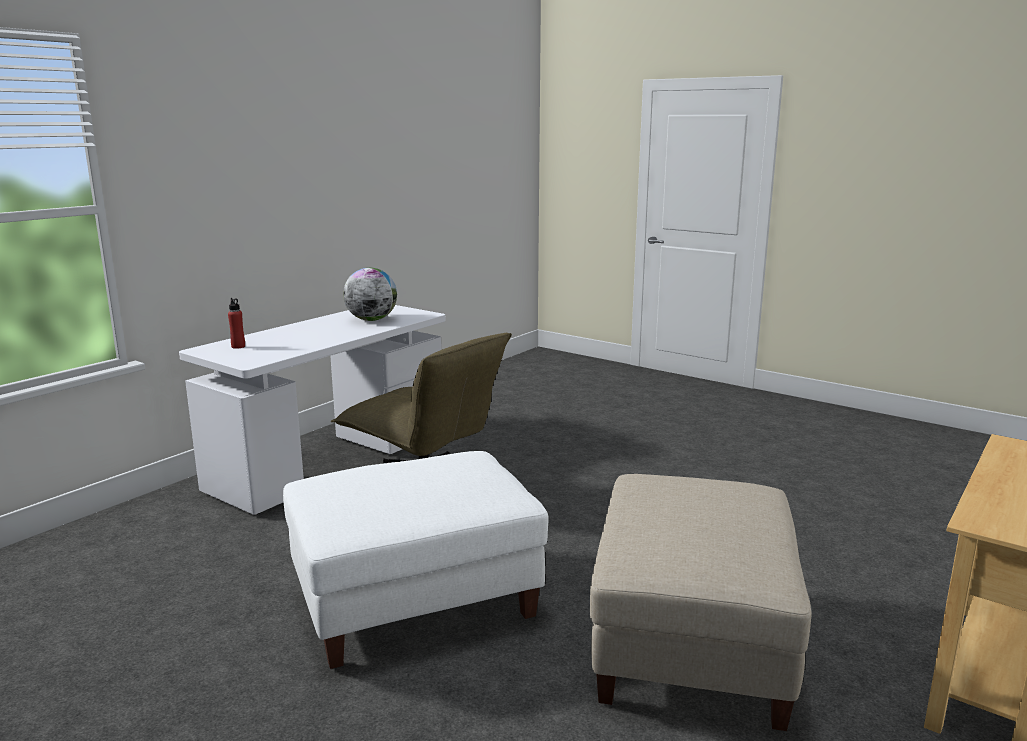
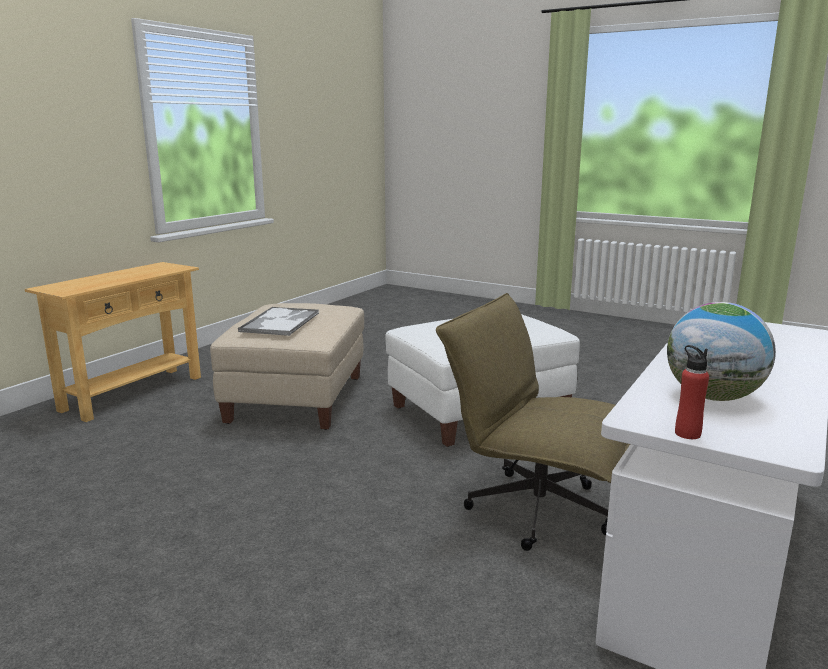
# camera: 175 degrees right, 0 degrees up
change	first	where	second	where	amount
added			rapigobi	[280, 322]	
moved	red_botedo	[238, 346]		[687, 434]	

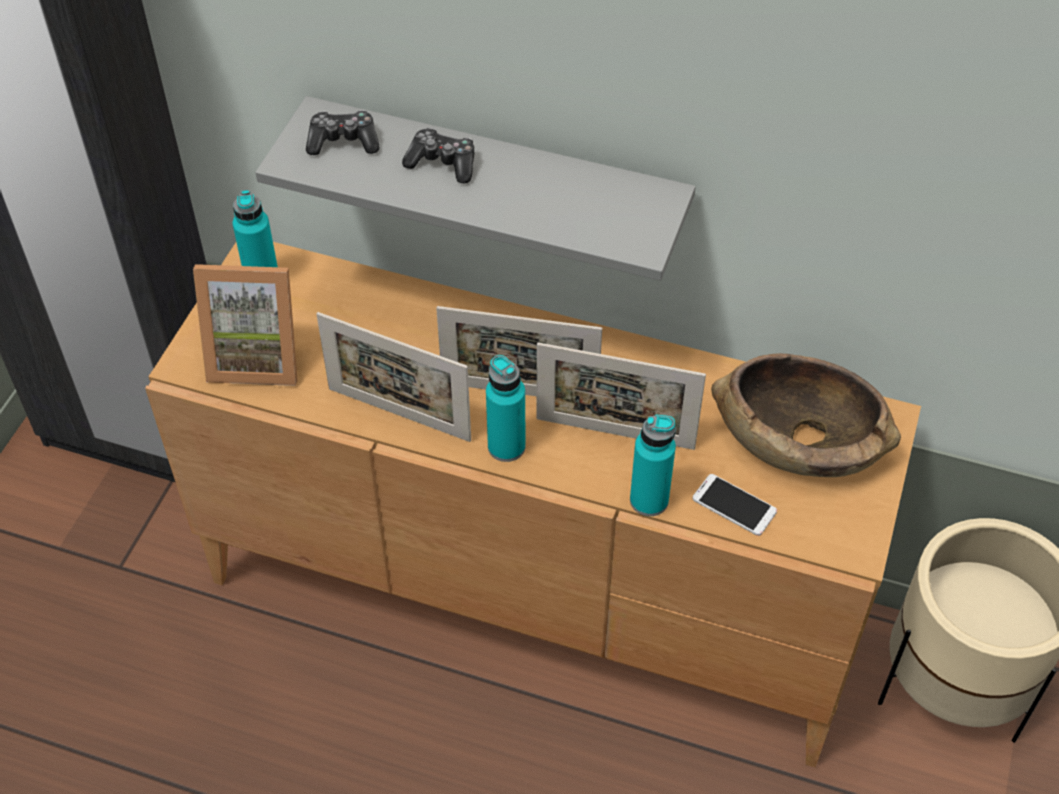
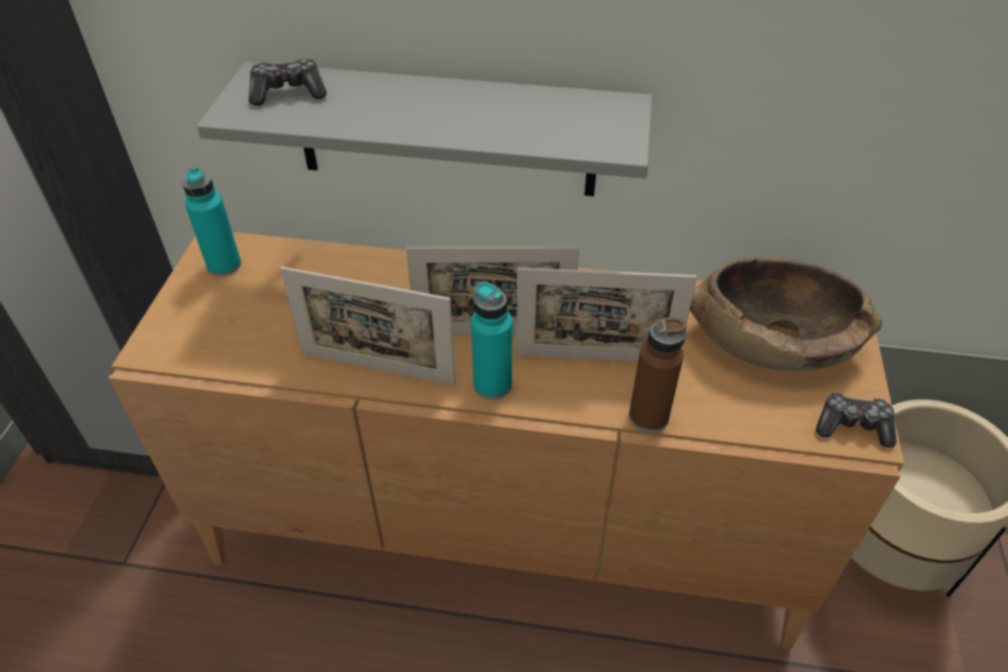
# camera: 10 degrees left, 5 degrees down
change	first	where	second	where	amount
recoloured	turquoise_botedo	[649, 500]	brown_botedo	[648, 417]	
moved	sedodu	[443, 163]		[853, 426]	
removed	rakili	[257, 356]			
removed	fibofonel	[734, 505]			

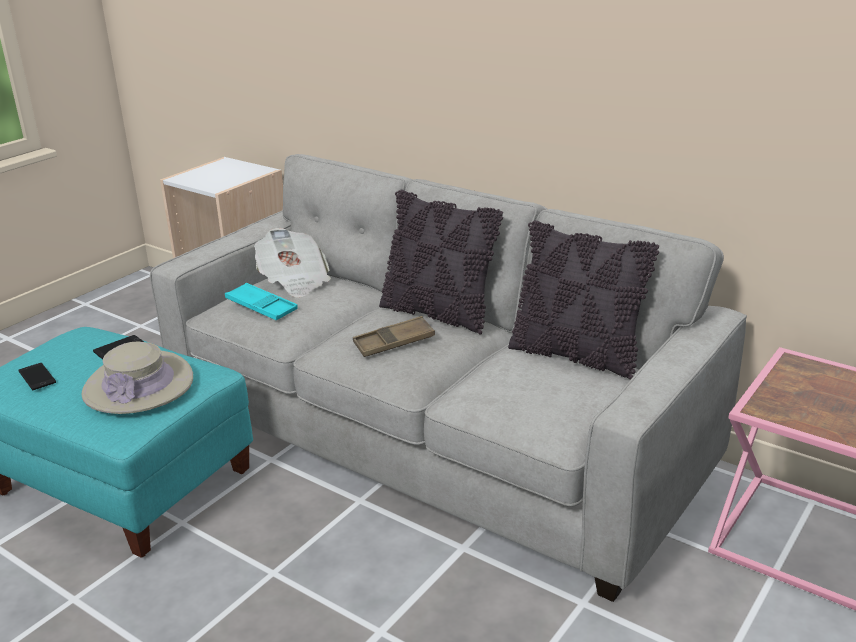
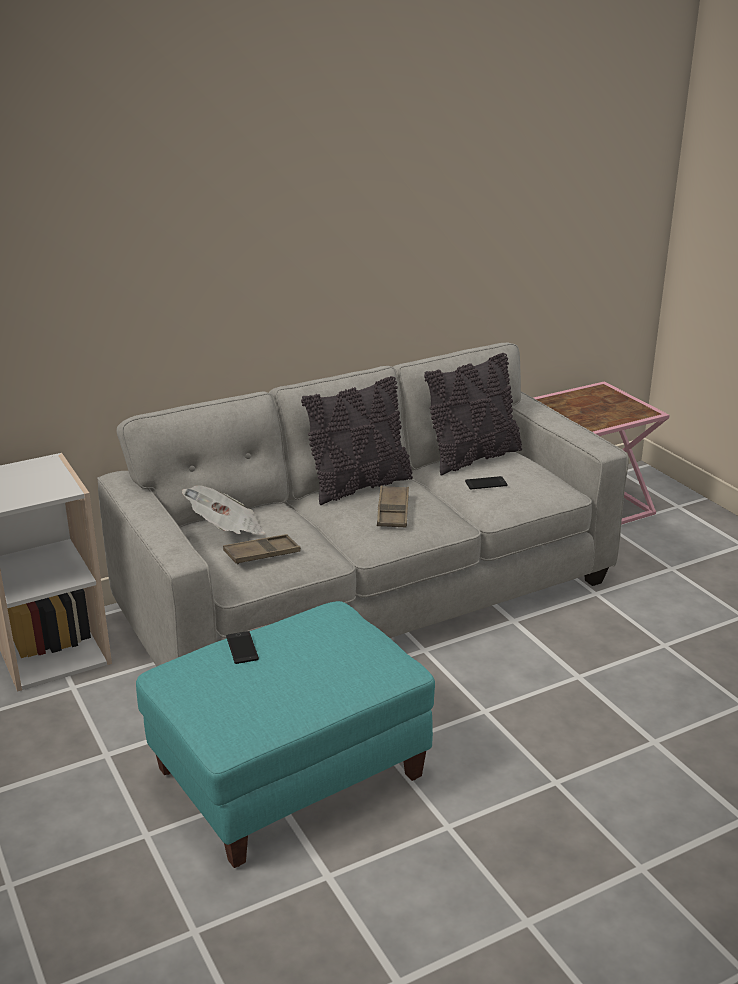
# camera: 65 degrees left, 0 degrees up
change	first	where	second	where	amount
recoloured	turquoise_rapigobi	[261, 307]	brown_rapigobi	[262, 554]	
moved	fibofonel	[37, 377]		[486, 483]	
removed	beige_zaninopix	[138, 385]			

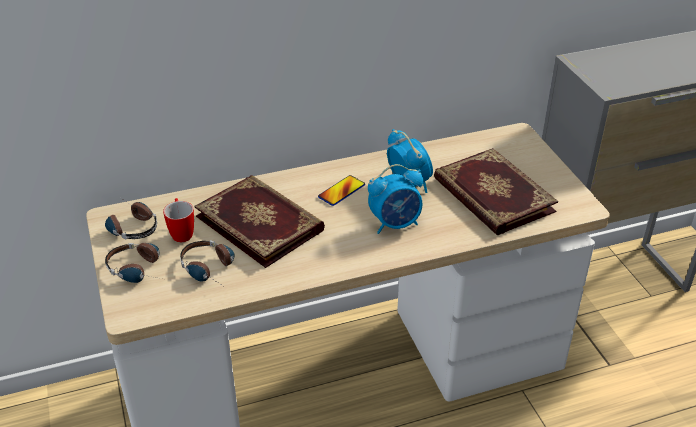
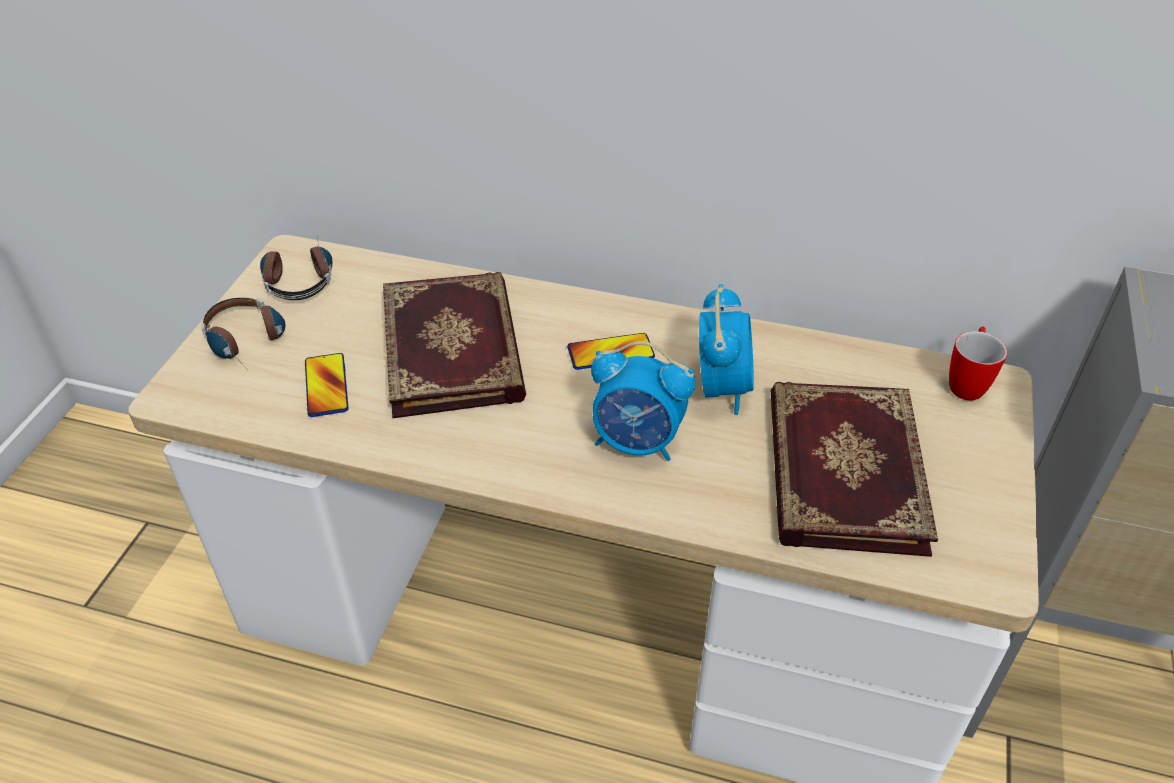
# camera: 35 degrees right, 5 degrees up
change	first	where	second	where	amount
replaced	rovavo	[212, 269]	fibofonel	[326, 386]	
moved	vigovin	[181, 232]		[967, 383]	

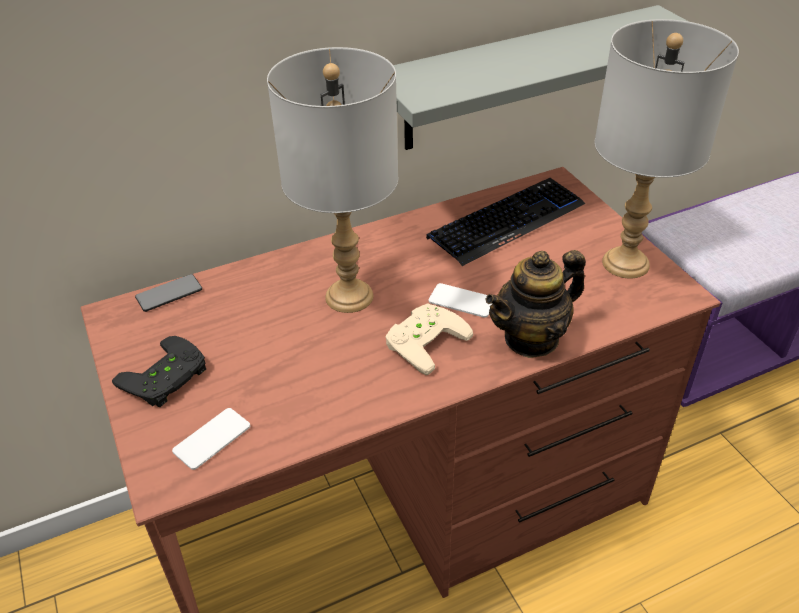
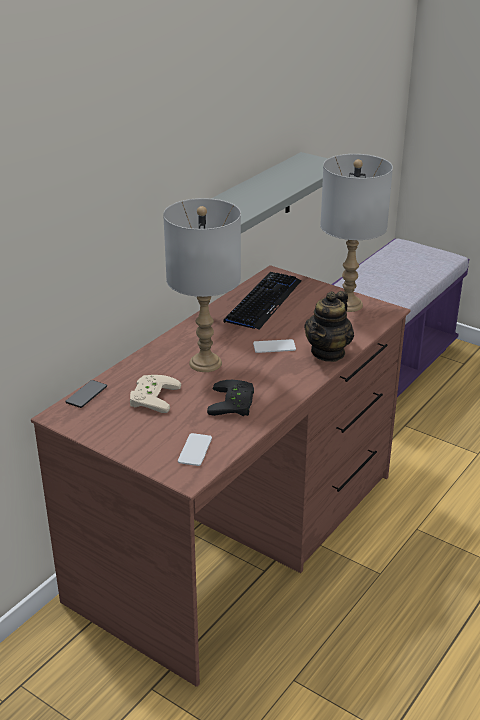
# camera: 30 degrees left, 10 degrees down
change	first	where	second	where	amount
moved	beige_sedodu	[423, 339]		[151, 397]	
moved	black_sedodu	[167, 379]		[235, 403]	

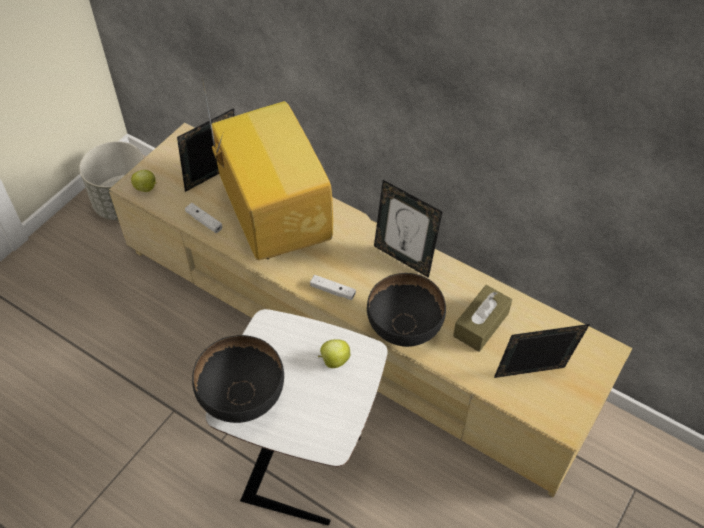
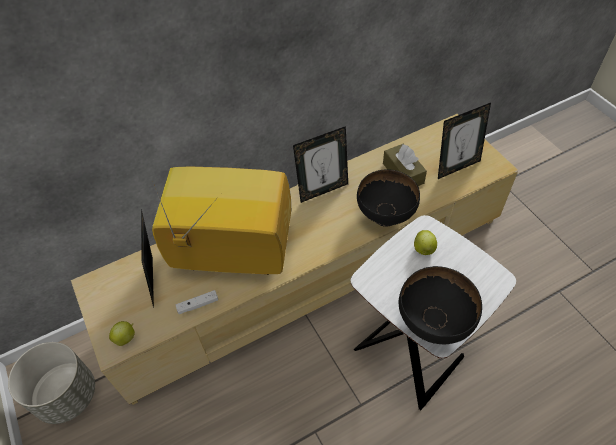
# camera: 60 degrees left, 0 degrees up
change	first	where	second	where	amount
turned	rakili	[531, 378]		[456, 167]	135 degrees counterclockwise
removed	white_sedodu	[332, 291]			

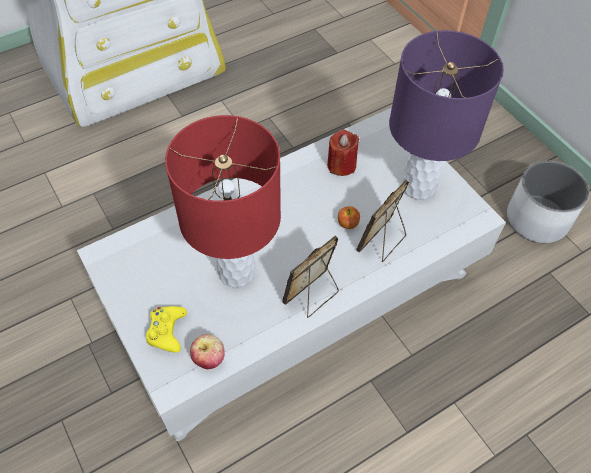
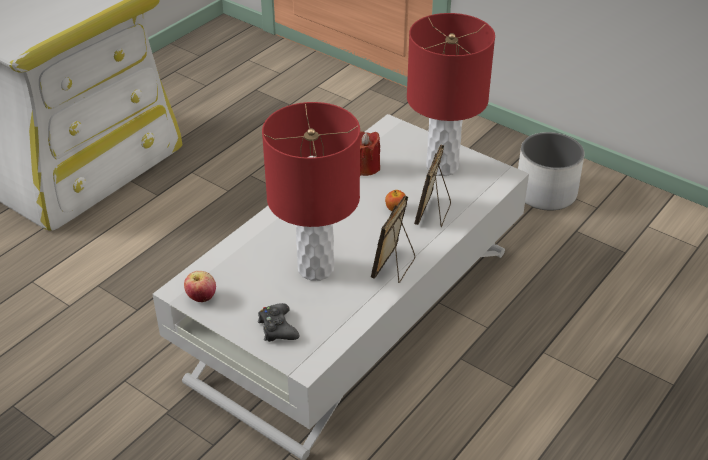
# camera: 20 degrees left, 15 degrees down
change	first	where	second	where	amount
moved	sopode	[209, 359]		[201, 297]	
recoloured	yellow_sedodu	[166, 331]	black_sedodu	[277, 328]	
recoloured	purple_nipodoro	[417, 187]	red_nipodoro	[441, 167]	

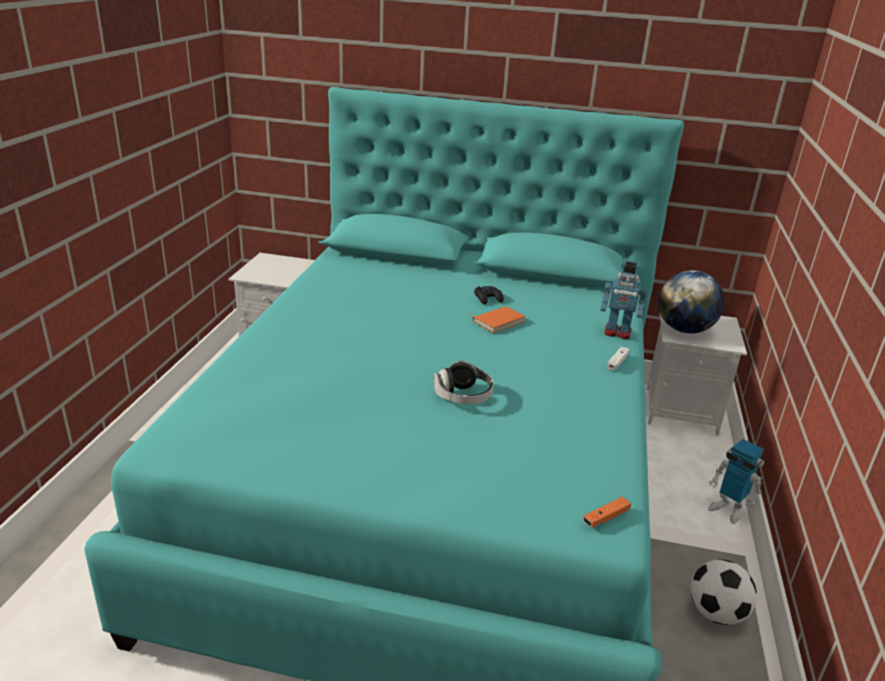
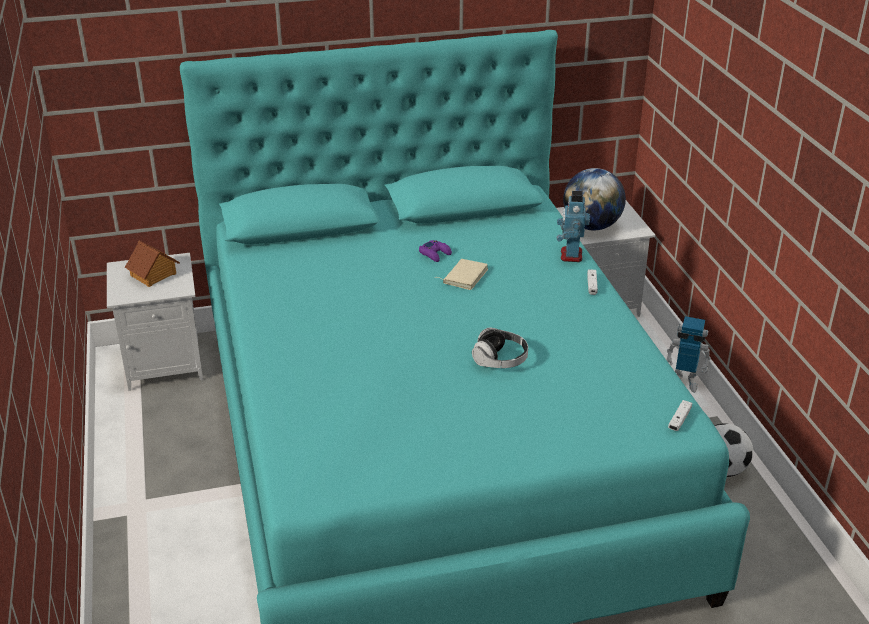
# camera: 25 degrees left, 5 degrees up
change	first	where	second	where	amount
added			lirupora	[154, 275]	
recoloured	black_sedodu	[488, 298]	purple_sedodu	[435, 254]	
recoloured	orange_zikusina	[497, 321]	beige_zikusina	[464, 276]	
turned	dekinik	[617, 333]		[570, 255]	105 degrees clockwise
recoloured	orange_sedodu	[606, 518]	white_sedodu	[679, 420]	

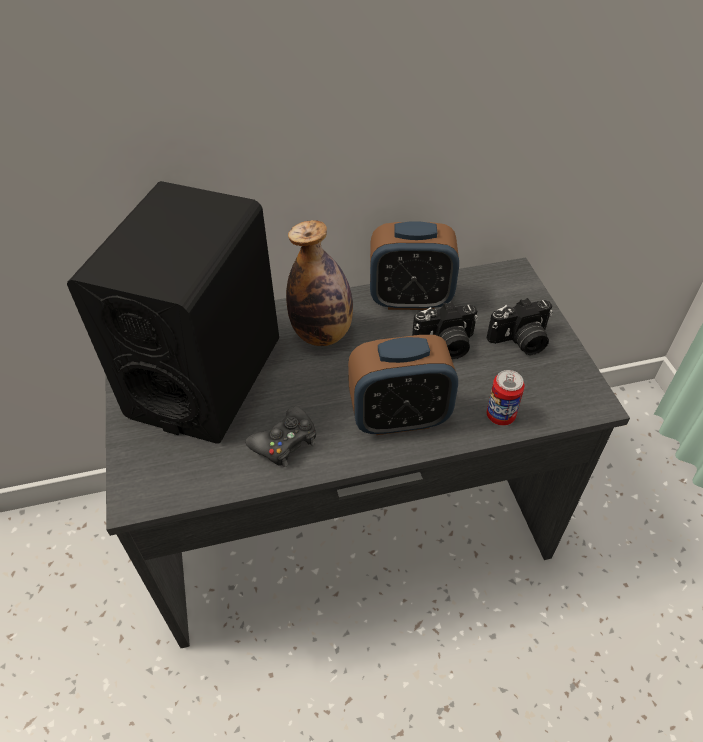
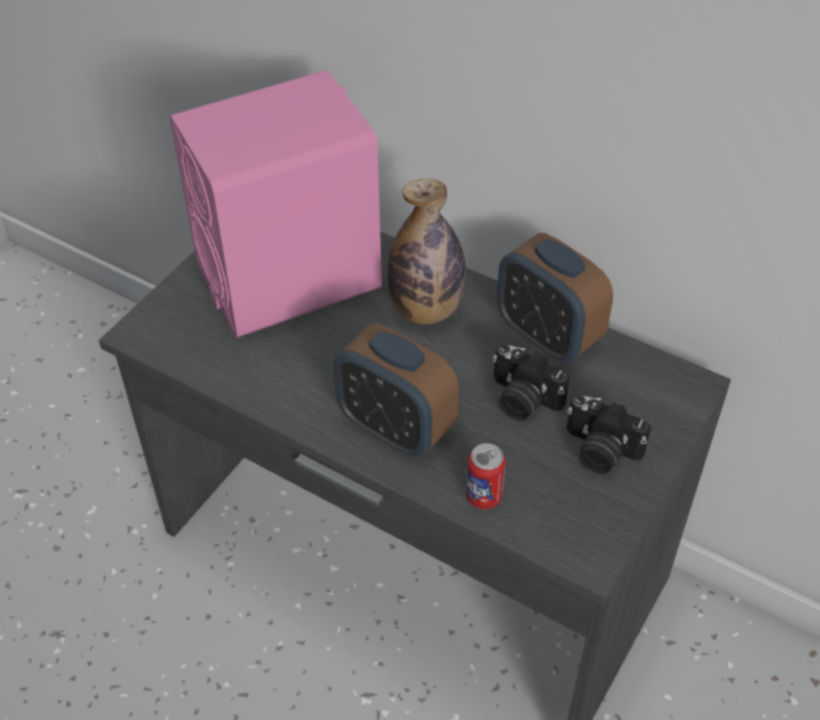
# camera: 45 degrees right, 0 degrees up
change	first	where	second	where	amount
recoloured	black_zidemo	[206, 377]	pink_zidemo	[290, 278]	
removed	black_sedodu	[285, 442]			

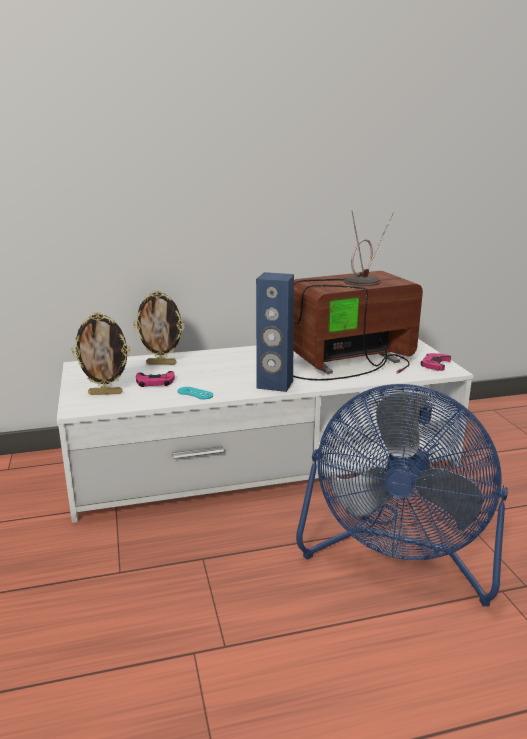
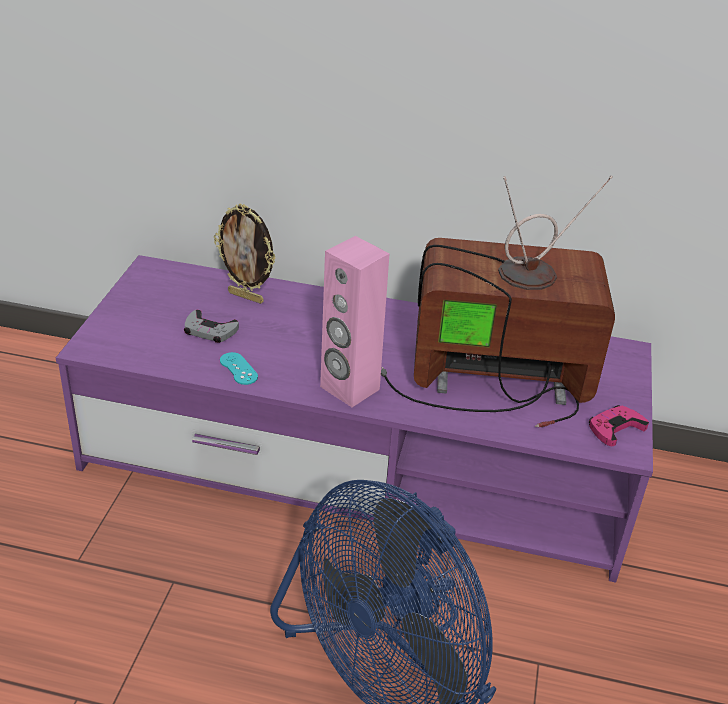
# camera: 25 degrees right, 15 degrees up
change	first	where	second	where	amount
recoloured	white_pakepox	[264, 457]	purple_pakepox	[359, 459]	
recoloured	pink_sedodu	[155, 382]	grey_sedodu	[209, 331]	
recoloured	blue_zidemo	[274, 385]	pink_zidemo	[349, 388]	
removed	rakili	[106, 393]			

